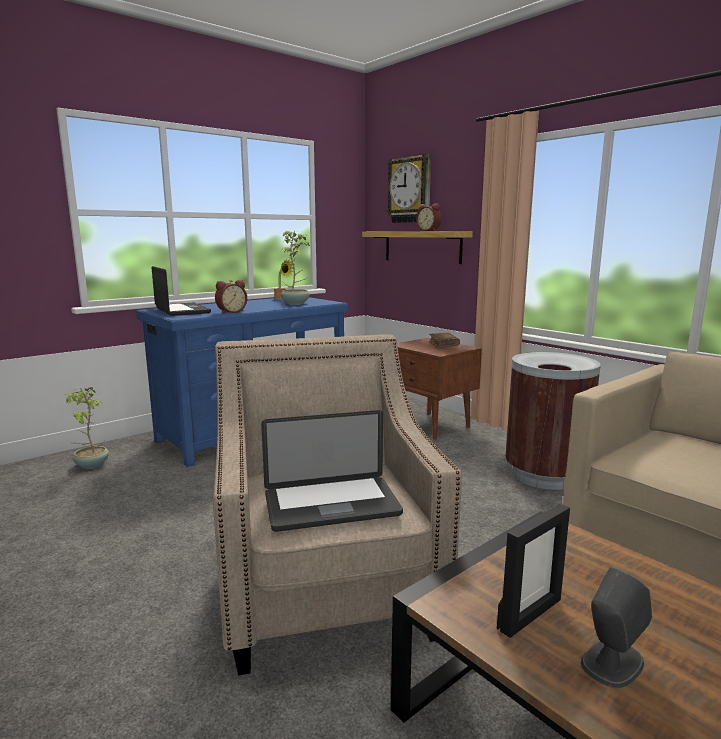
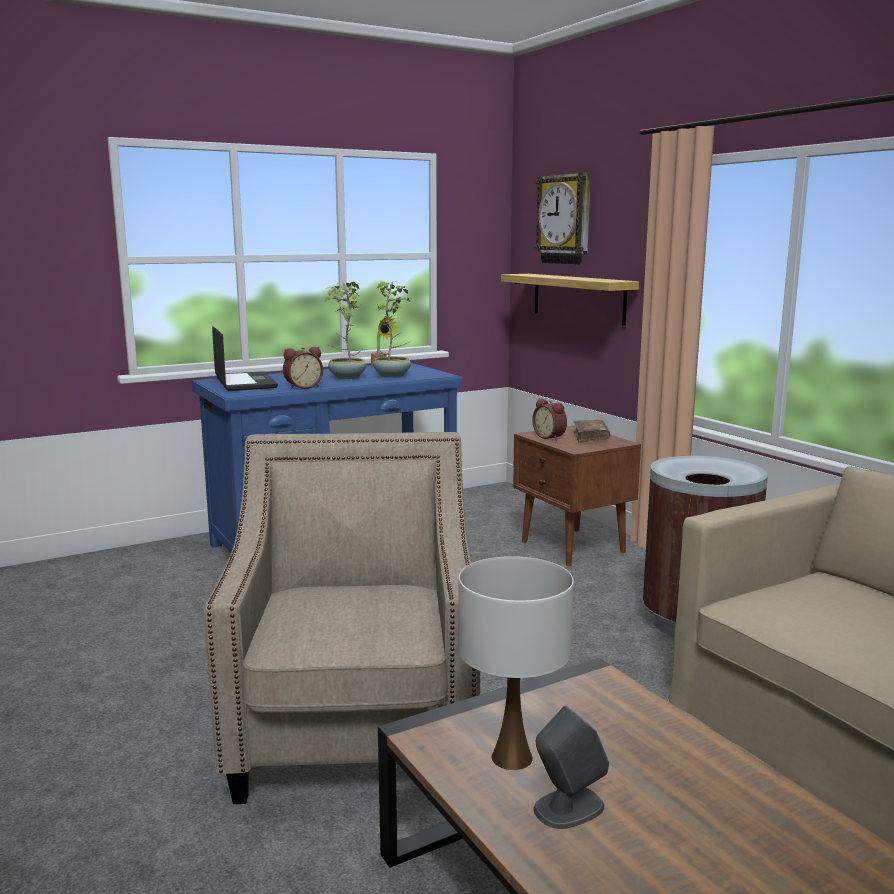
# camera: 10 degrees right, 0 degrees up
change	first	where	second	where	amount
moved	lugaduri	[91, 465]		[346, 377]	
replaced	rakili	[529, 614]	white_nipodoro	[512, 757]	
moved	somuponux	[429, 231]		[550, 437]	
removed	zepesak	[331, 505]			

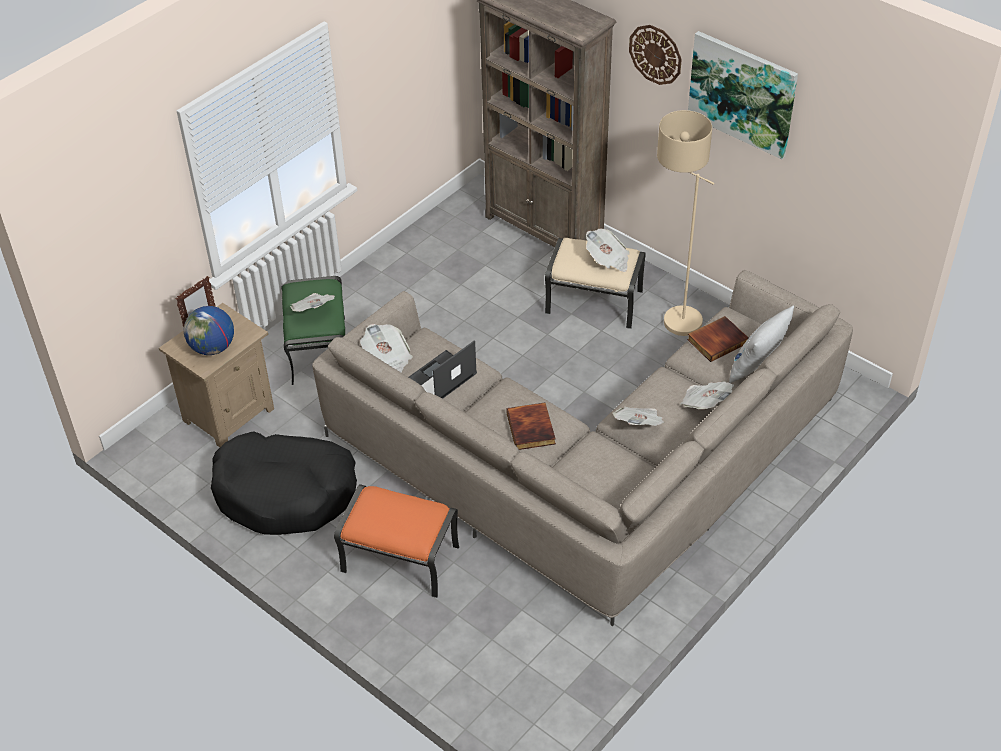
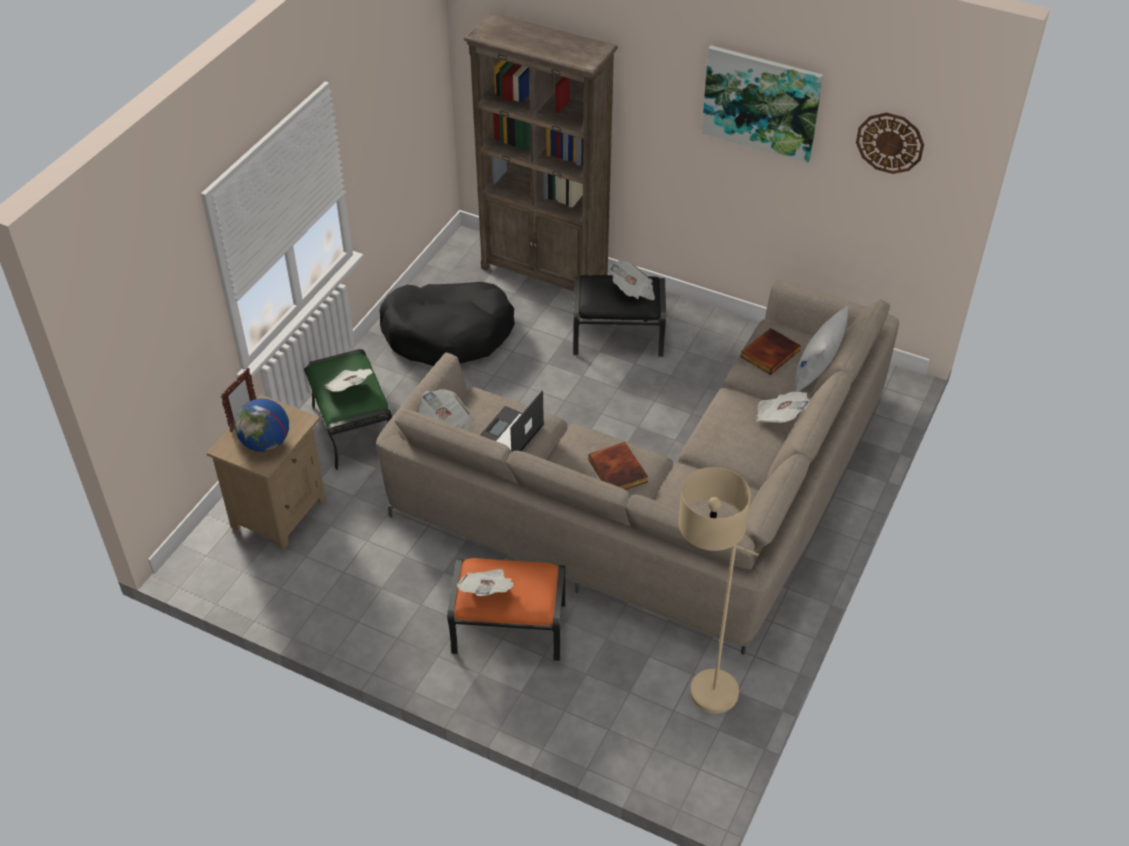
# camera: 15 degrees left, 0 degrees up
change	first	where	second	where	amount
moved	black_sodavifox	[286, 493]		[448, 333]	
moved	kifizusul	[639, 425]		[487, 591]	
recoloured	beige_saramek	[595, 302]	black_saramek	[619, 336]	
moved	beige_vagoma	[673, 317]		[700, 686]	
moved	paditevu	[655, 54]		[890, 142]	

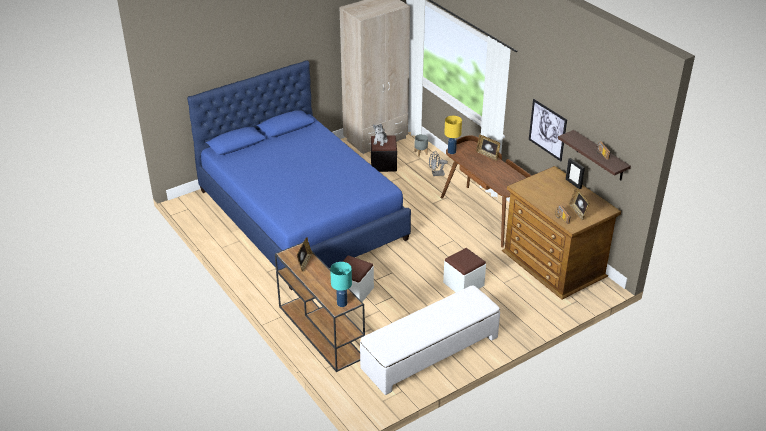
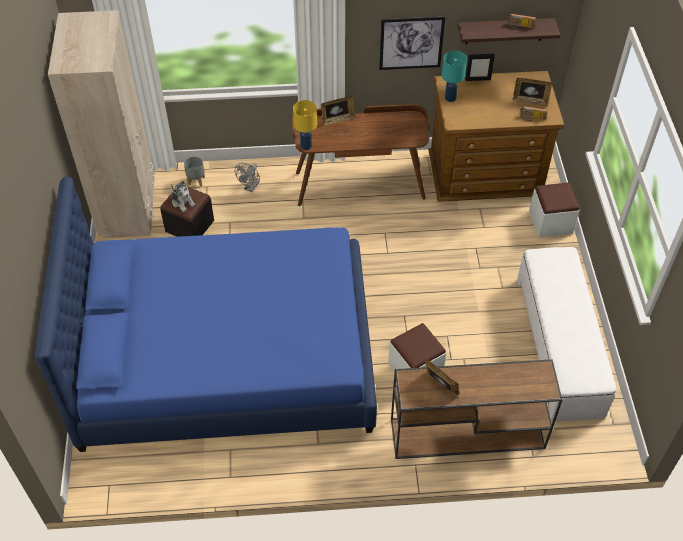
# camera: 60 degrees left, 15 degrees up
change	first	where	second	where	amount
moved	turquoise_nipodoro	[342, 303]		[450, 98]	
moved	white_saramek	[463, 284]		[550, 222]	

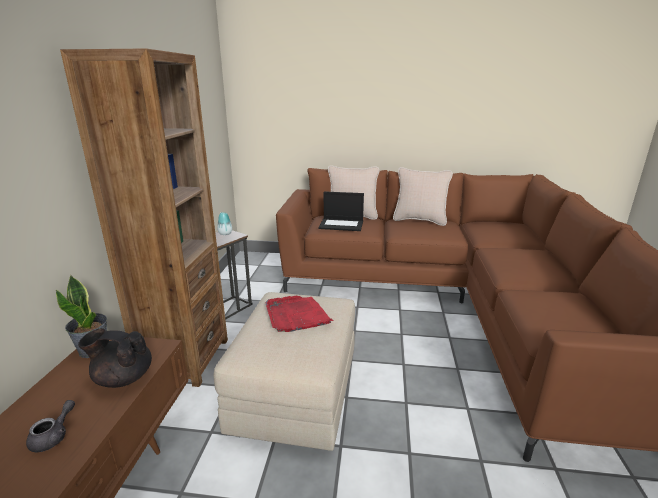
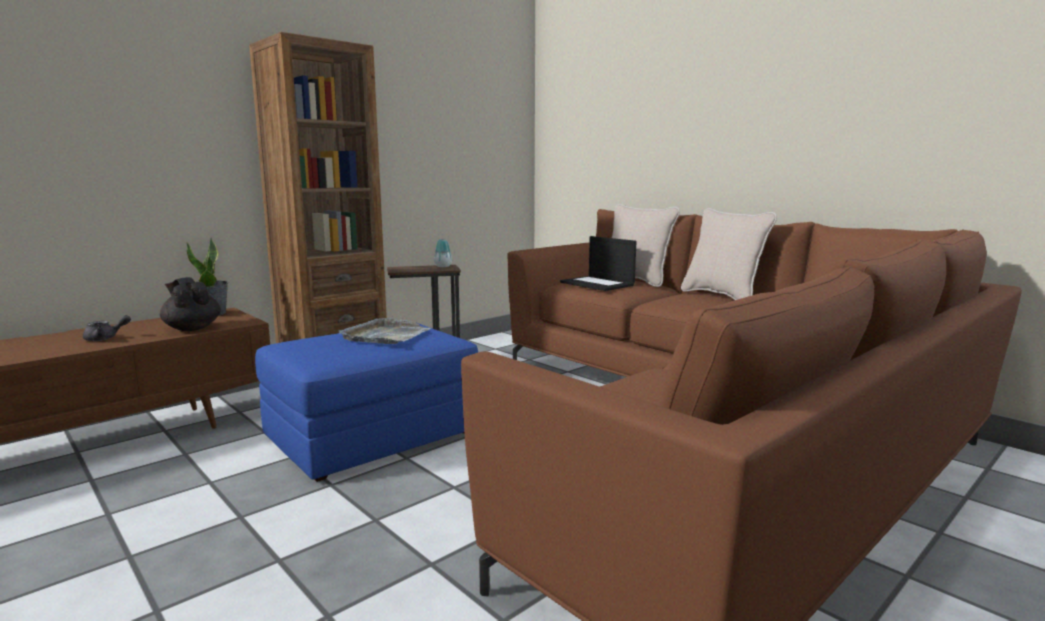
# camera: 40 degrees right, 10 degrees down
change	first	where	second	where	amount
recoloured	beige_saramek	[295, 390]	blue_saramek	[373, 435]	
recoloured	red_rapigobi	[296, 316]	grey_rapigobi	[386, 336]	

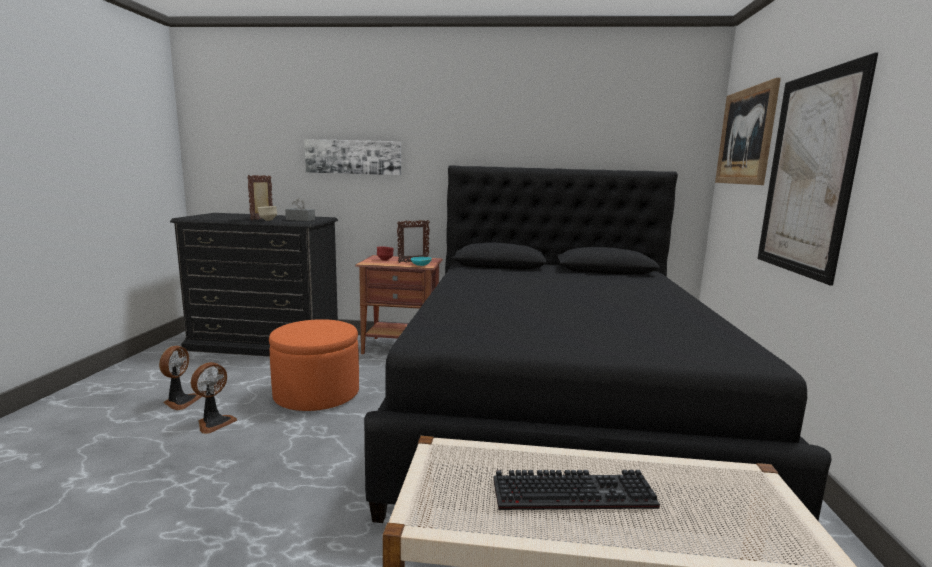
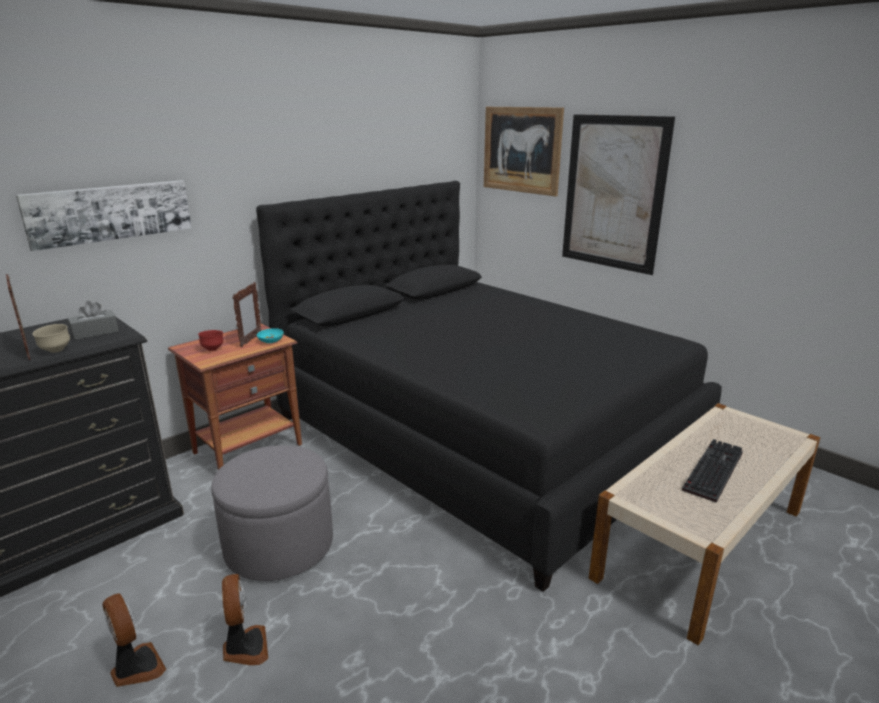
# camera: 50 degrees left, 10 degrees up
change	first	where	second	where	amount
recoloured	orange_saramek	[316, 394]	grey_saramek	[279, 545]	

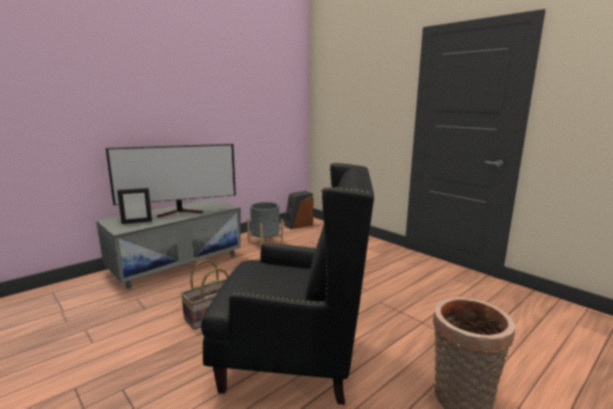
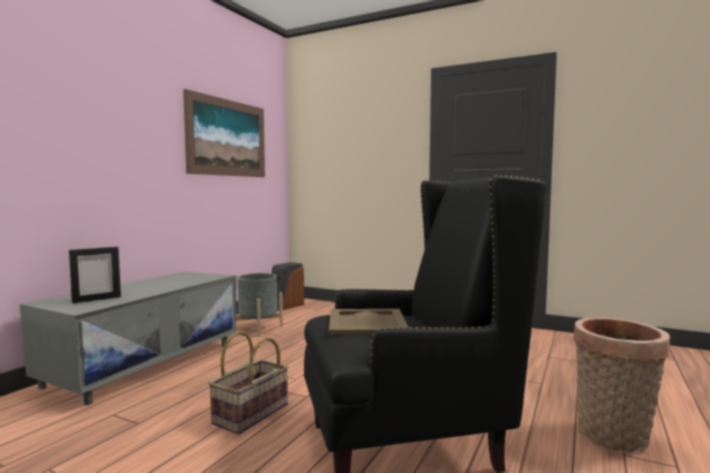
# camera: 20 degrees left, 10 degrees down
change	first	where	second	where	amount
added			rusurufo	[227, 138]	
added			beige_rapigobi	[366, 322]	
removed	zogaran	[181, 212]			

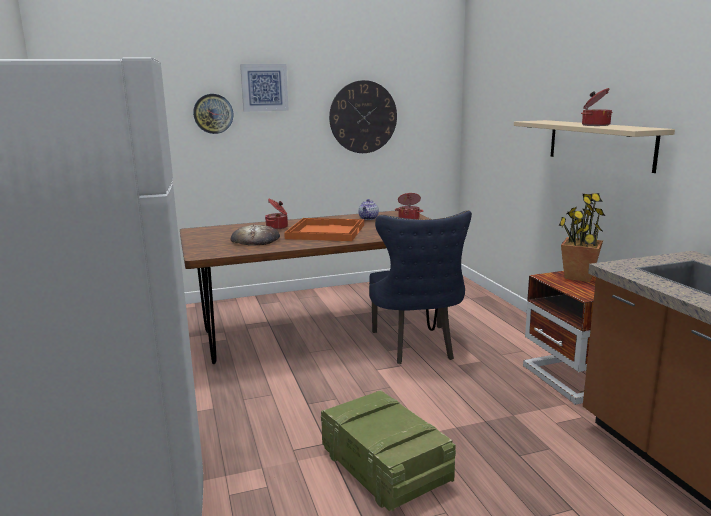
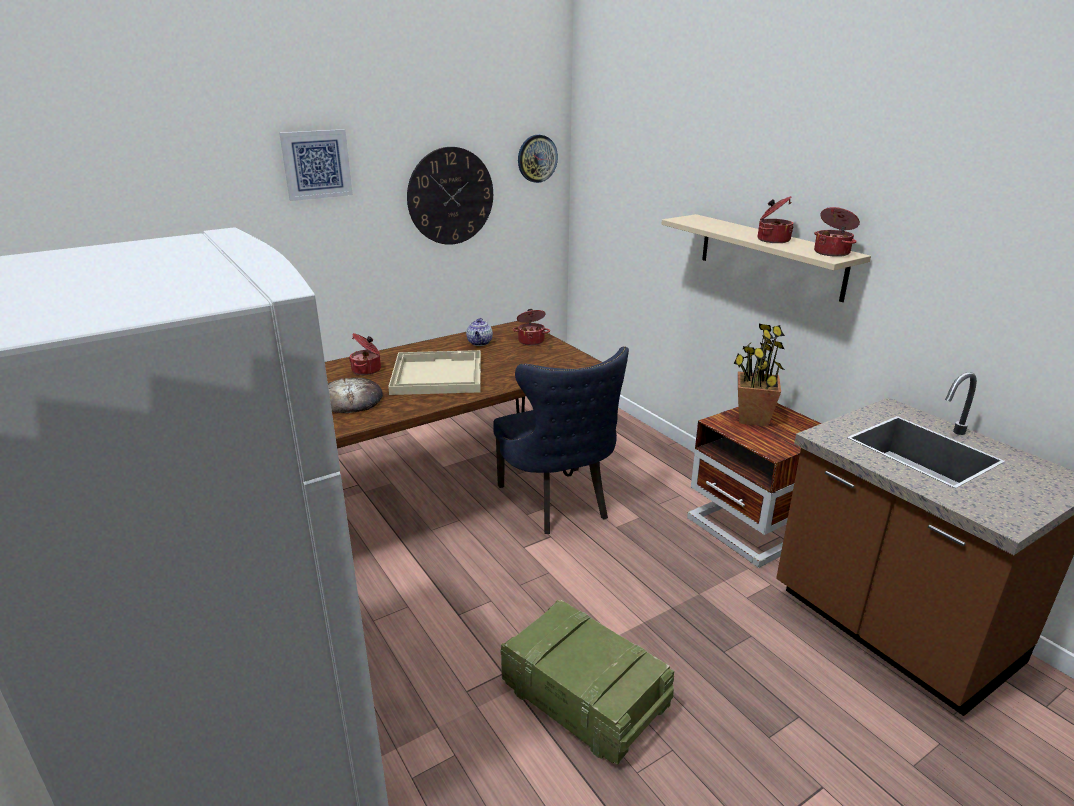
# camera: 15 degrees left, 10 degrees up
change	first	where	second	where	amount
recoloured	orange_rapigobi	[325, 231]	beige_rapigobi	[436, 374]	
moved	paditevu	[213, 113]		[537, 158]	
added			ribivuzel	[832, 252]	

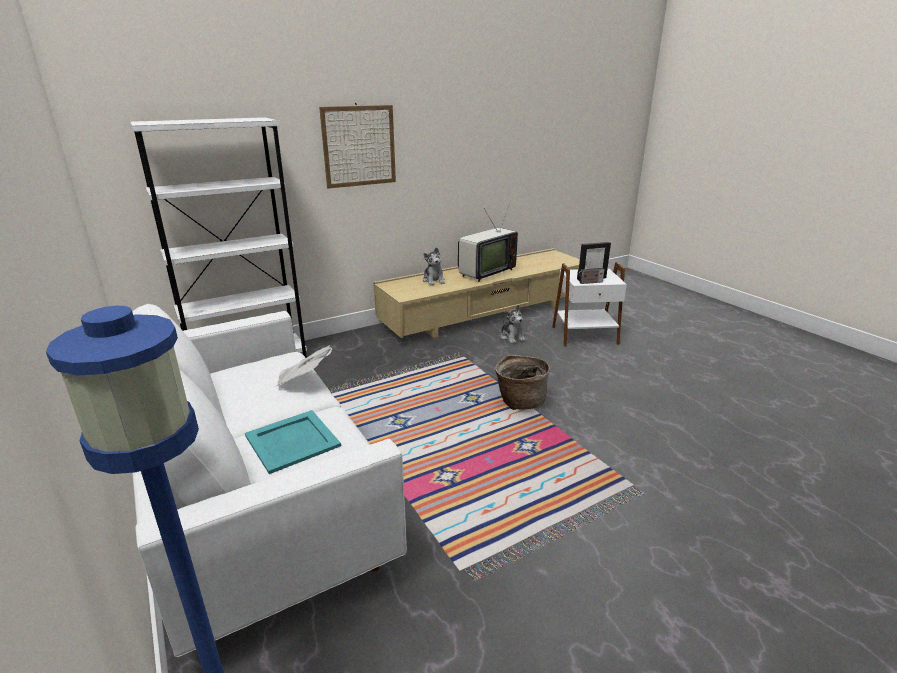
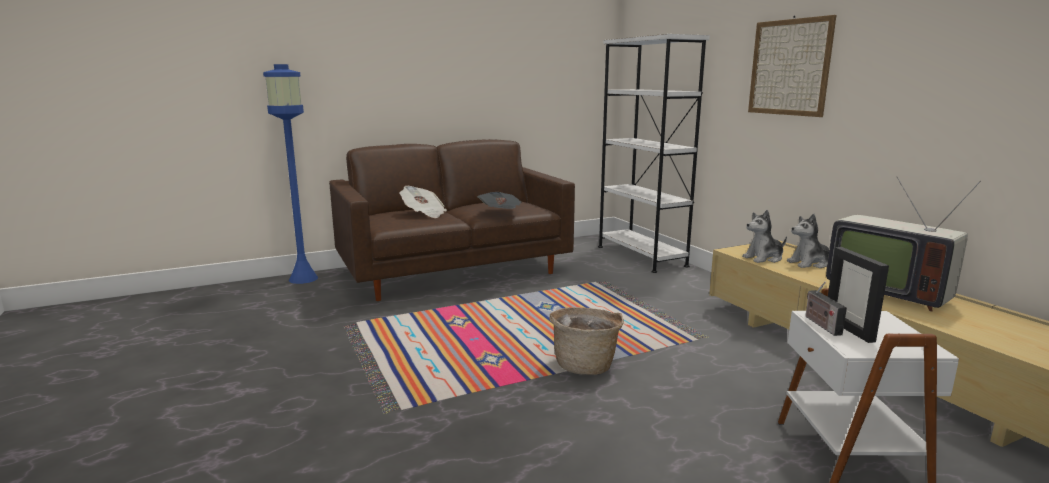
# camera: 95 degrees right, 10 degrees down
change	first	where	second	where	amount
recoloured	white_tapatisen	[262, 505]	brown_tapatisen	[454, 272]	
replaced	turquoise_rapigobi	[293, 440]	kifizusul	[424, 214]	
moved	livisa	[512, 337]		[764, 258]	

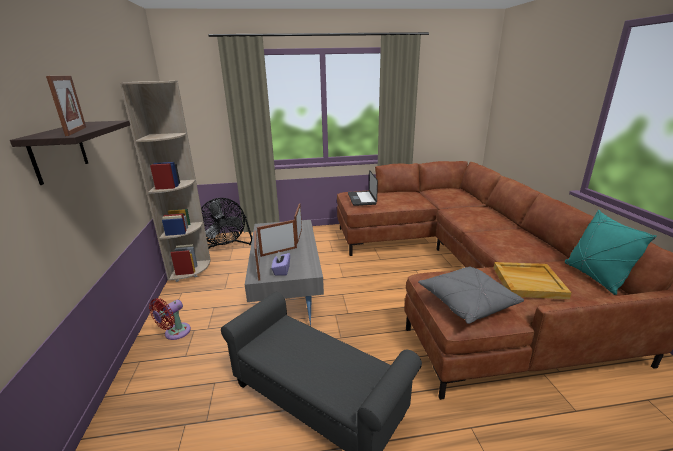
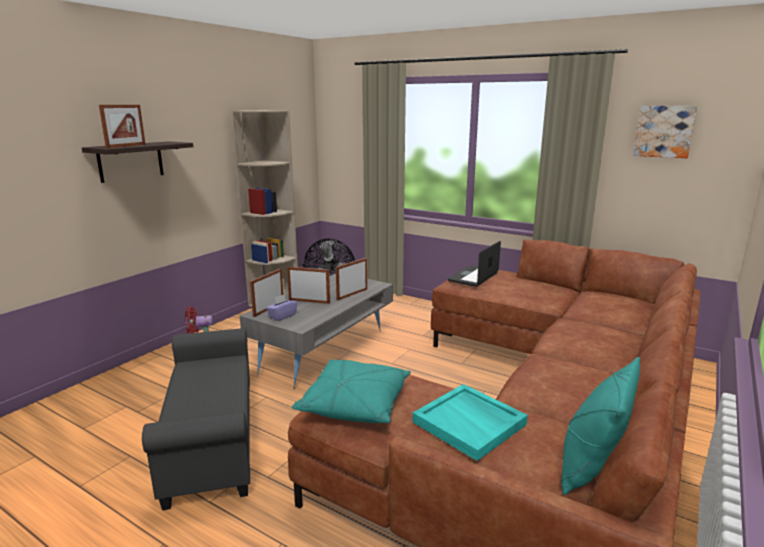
# camera: 40 degrees right, 5 degrees down
change	first	where	second	where	amount
recoloured	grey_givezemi	[466, 303]	turquoise_givezemi	[355, 404]	
recoloured	beige_rapigobi	[529, 282]	turquoise_rapigobi	[470, 423]	
added			rusurufo	[664, 131]	

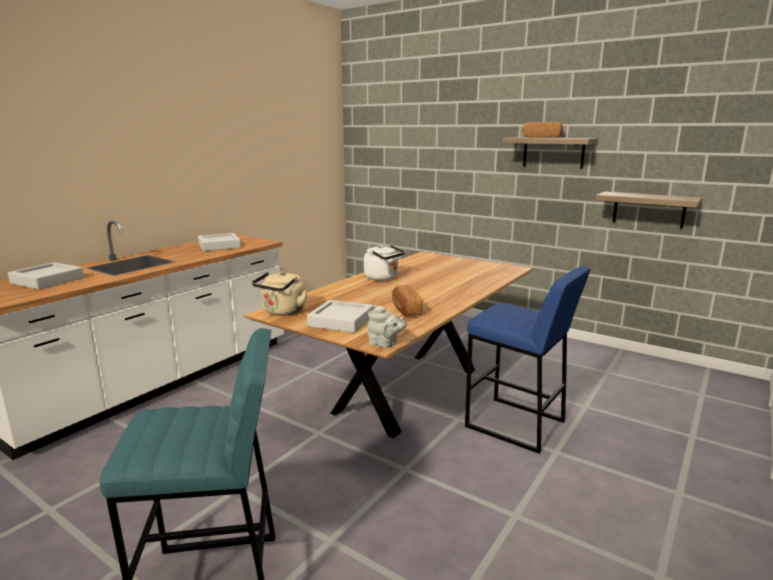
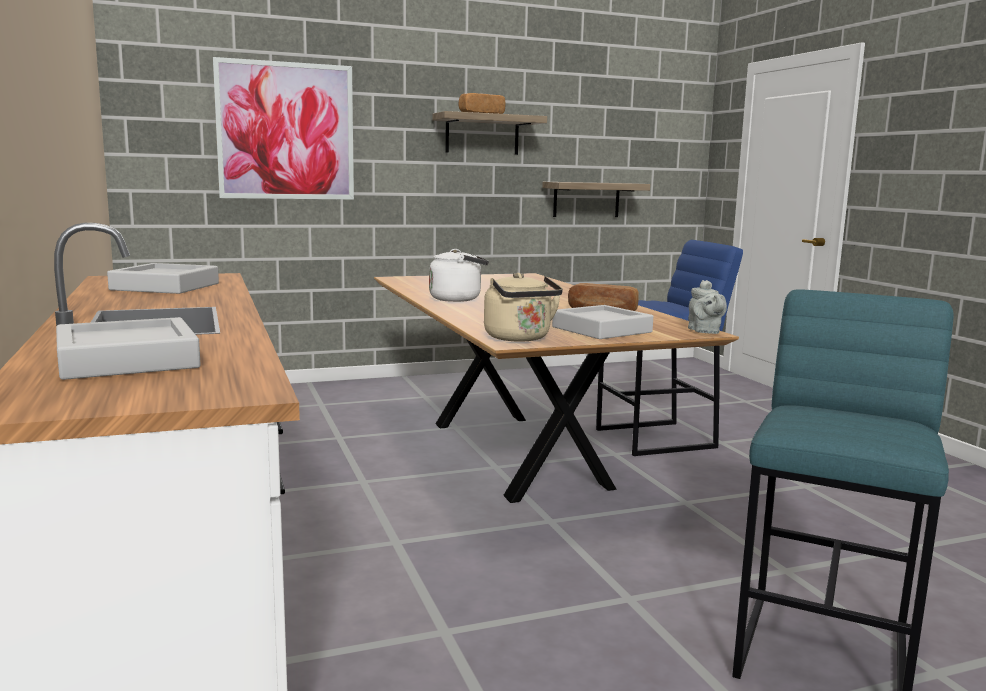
# camera: 55 degrees left, 5 degrees down
change	first	where	second	where	amount
added			rusurufo	[286, 131]	
turned	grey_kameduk	[385, 344]		[705, 331]	105 degrees clockwise

